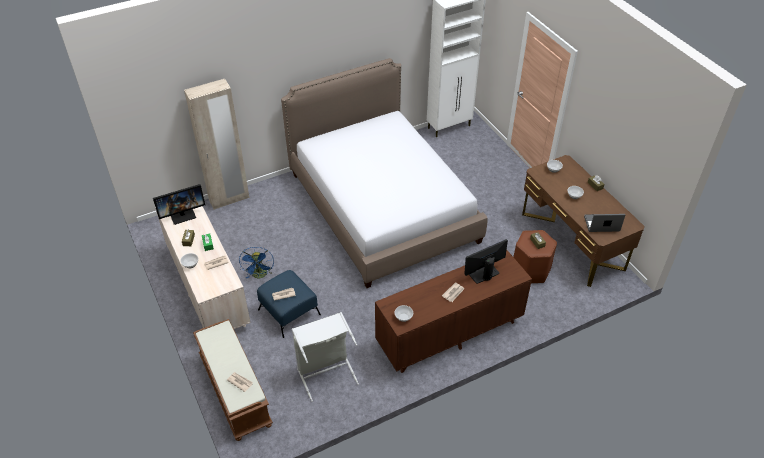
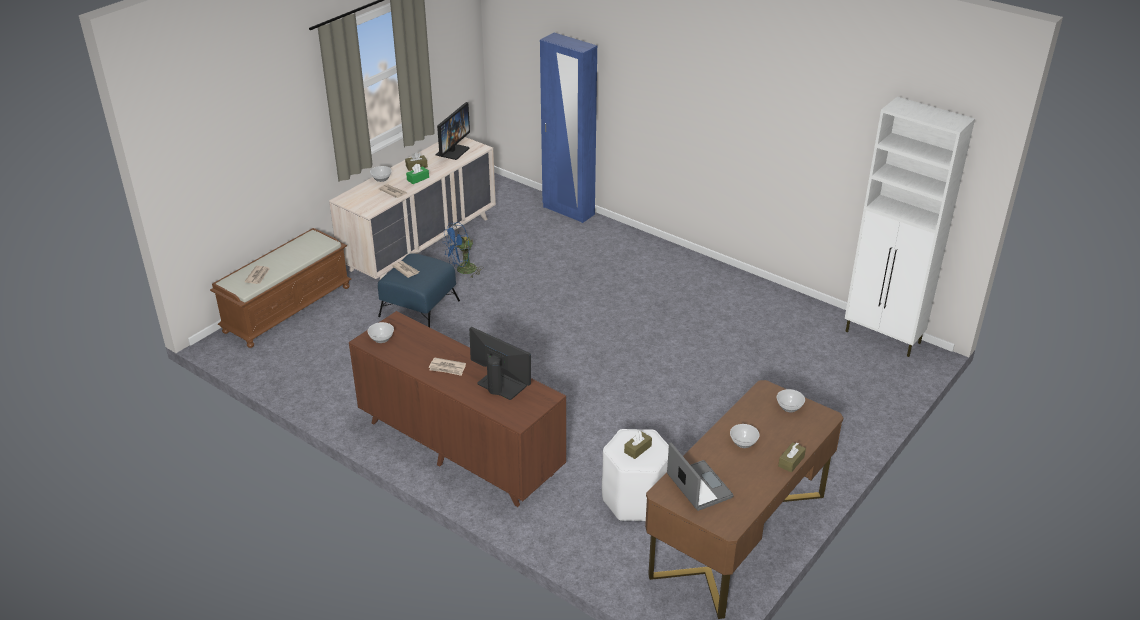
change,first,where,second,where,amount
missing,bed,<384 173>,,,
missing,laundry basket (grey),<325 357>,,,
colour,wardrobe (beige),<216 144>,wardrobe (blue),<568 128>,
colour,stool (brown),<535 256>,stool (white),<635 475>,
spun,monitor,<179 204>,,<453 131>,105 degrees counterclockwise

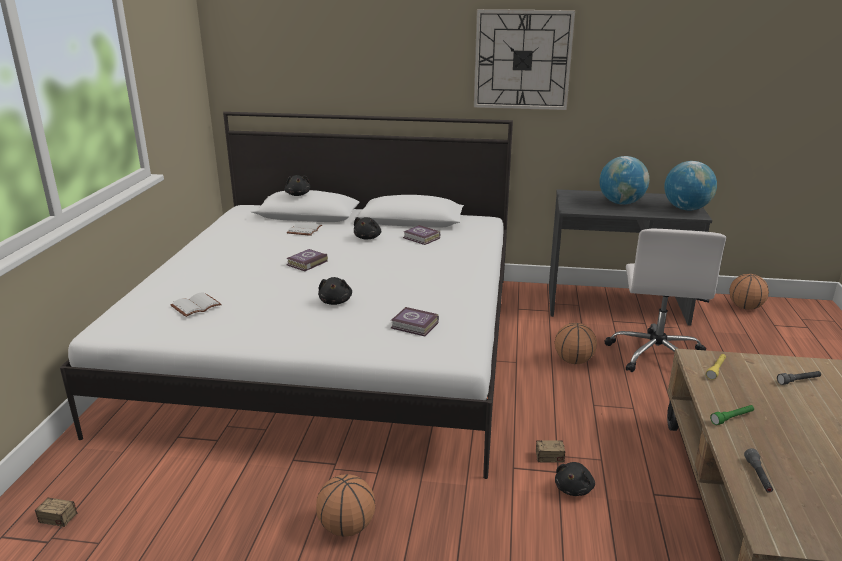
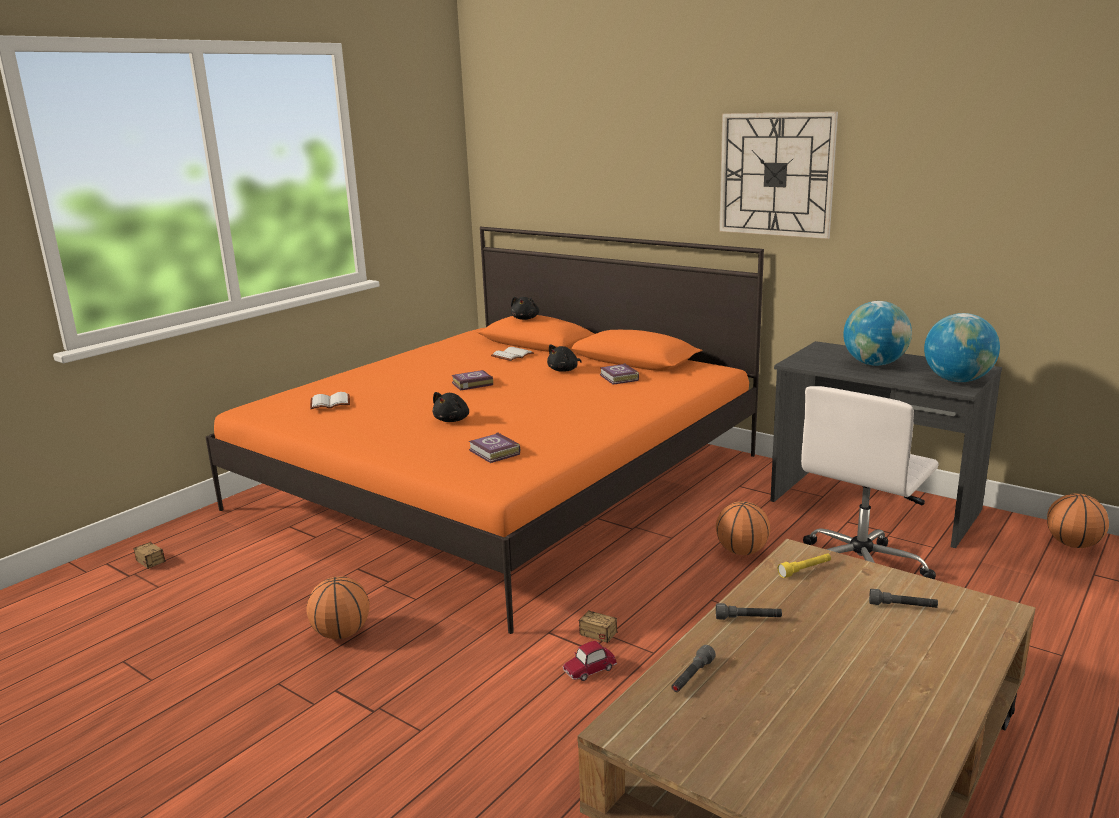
change,first,where,second,where,amount
exchanged,plush toy (black),<575 479>,toy car,<590 661>,
colour,bed (white),<286 295>,bed (orange),<485 430>,
colour,flashlight (green),<732 415>,flashlight (grey),<749 611>,

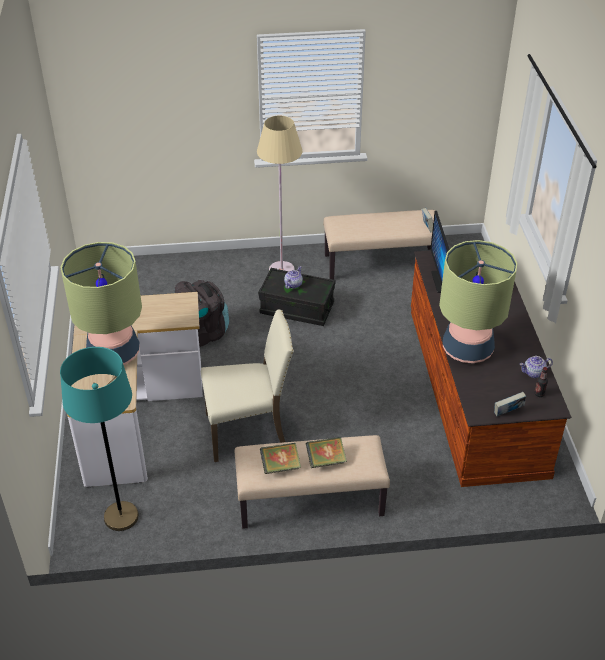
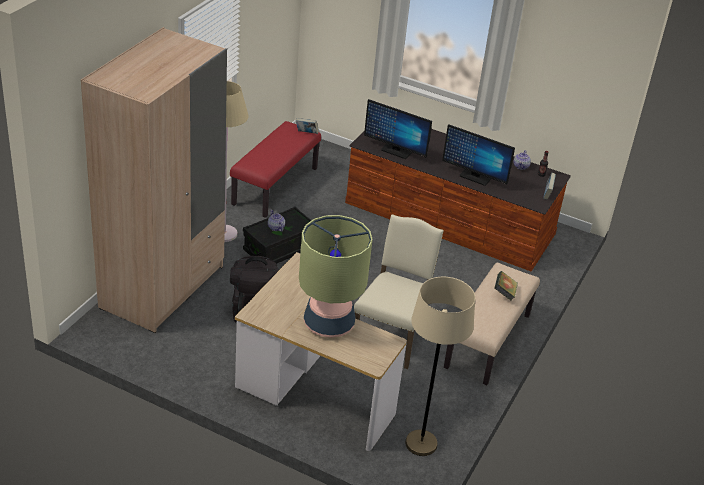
change,first,where,second,where,amount
missing,book,<280 458>,,,
appeared,,,wardrobe (beige),<154 180>,
exchanged,table lamp,<478 301>,monitor,<478 155>,
colour,floor lamp (turquoise),<99 439>,floor lamp (beige),<440 366>,
colour,bench (beige),<379 245>,bench (red),<275 169>,

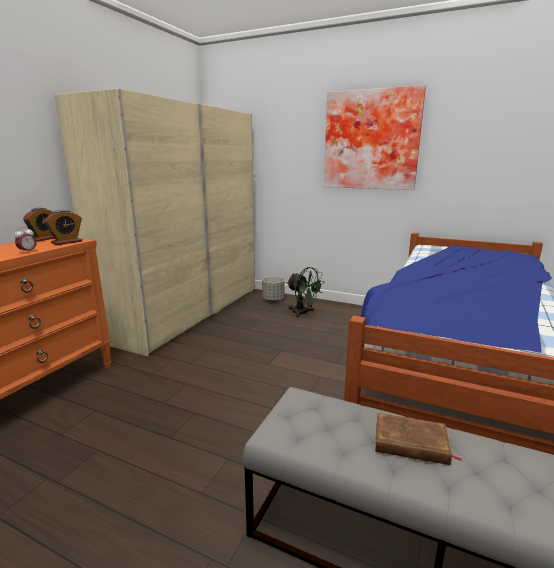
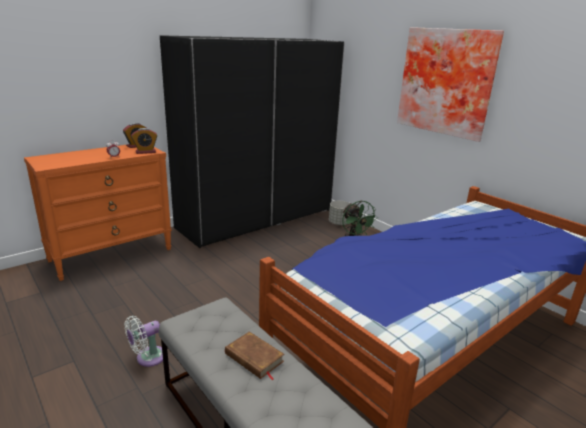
change,first,where,second,where,amount
appeared,,,fan (white),<143 341>,
colour,wardrobe (beige),<155 222>,wardrobe (black),<252 141>,

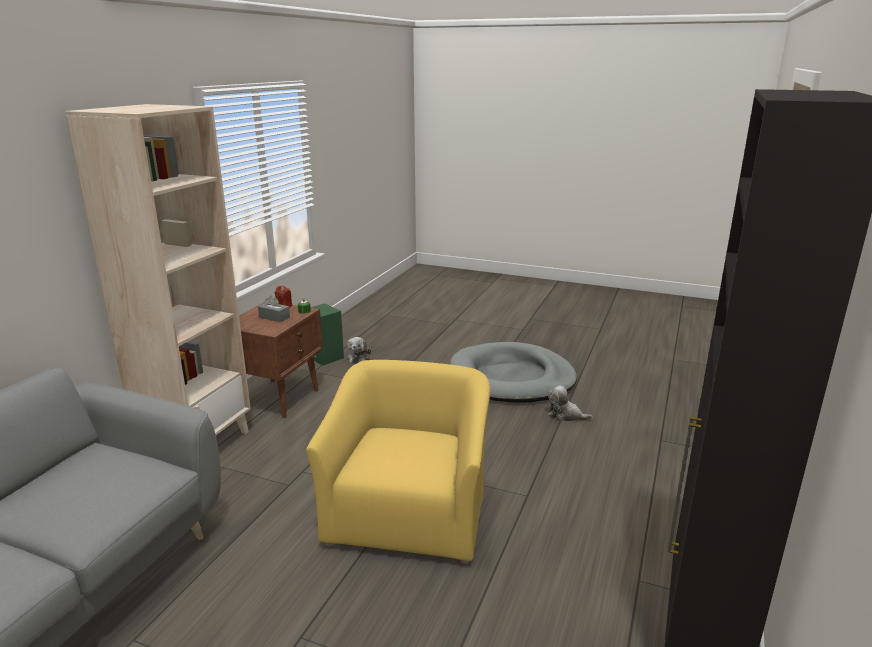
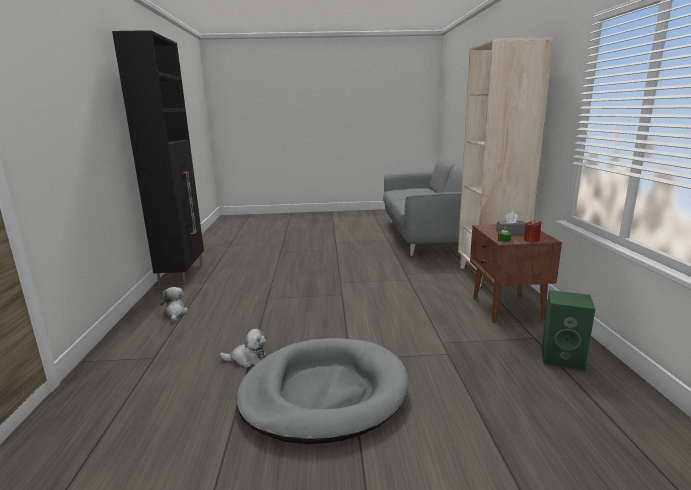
change,first,where,second,where,amount
missing,armchair (yellow),<398 462>,,,
relocated,plush toy,<359 350>,,<174 304>,

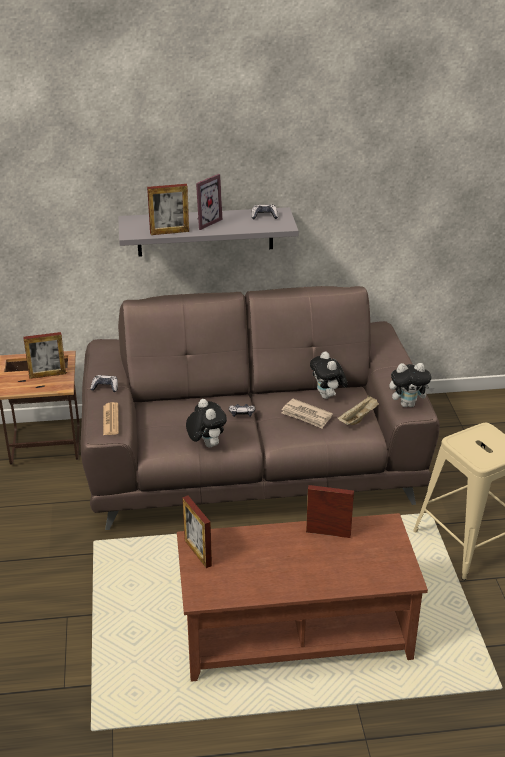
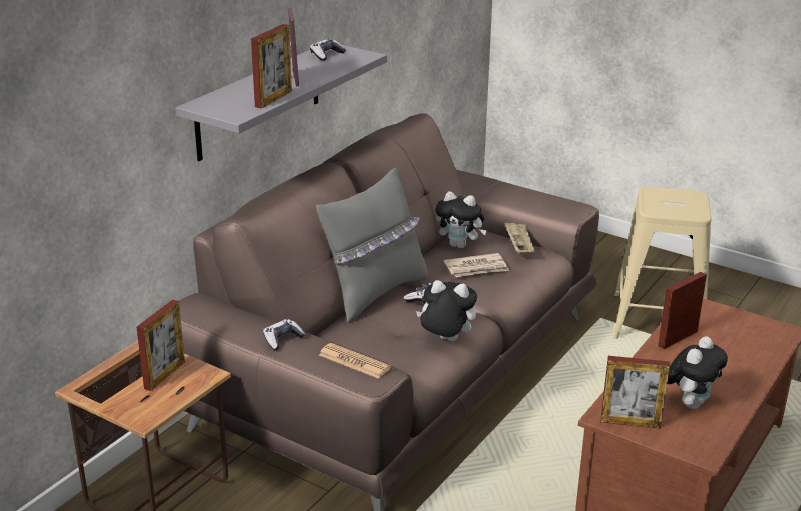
change,first,where,second,where,amount
appeared,,,pillow (grey),<372 245>,
relocated,plush toy,<411 385>,,<697 372>,

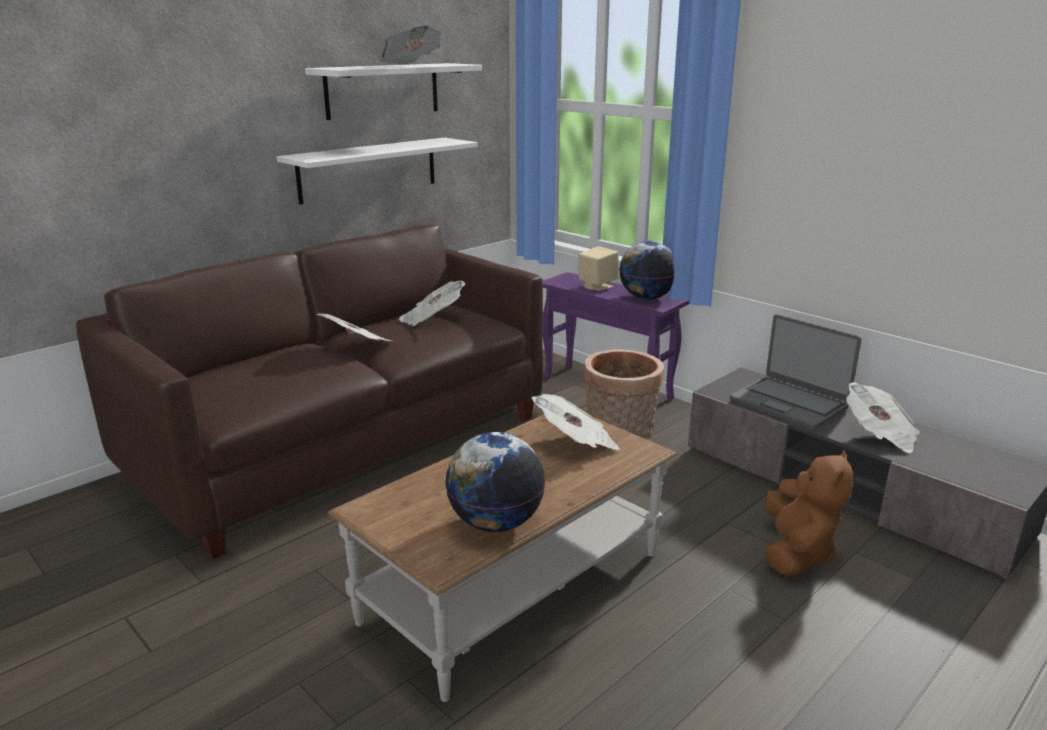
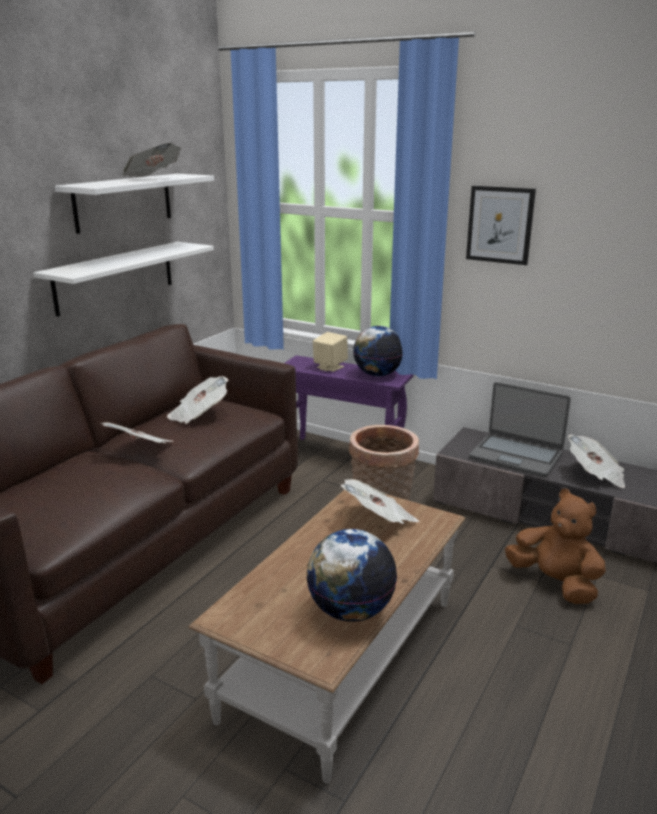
change,first,where,second,where,amount
appeared,,,picture,<501 225>,
spun,plush toy (brown),<809 513>,,<555 546>,45 degrees counterclockwise

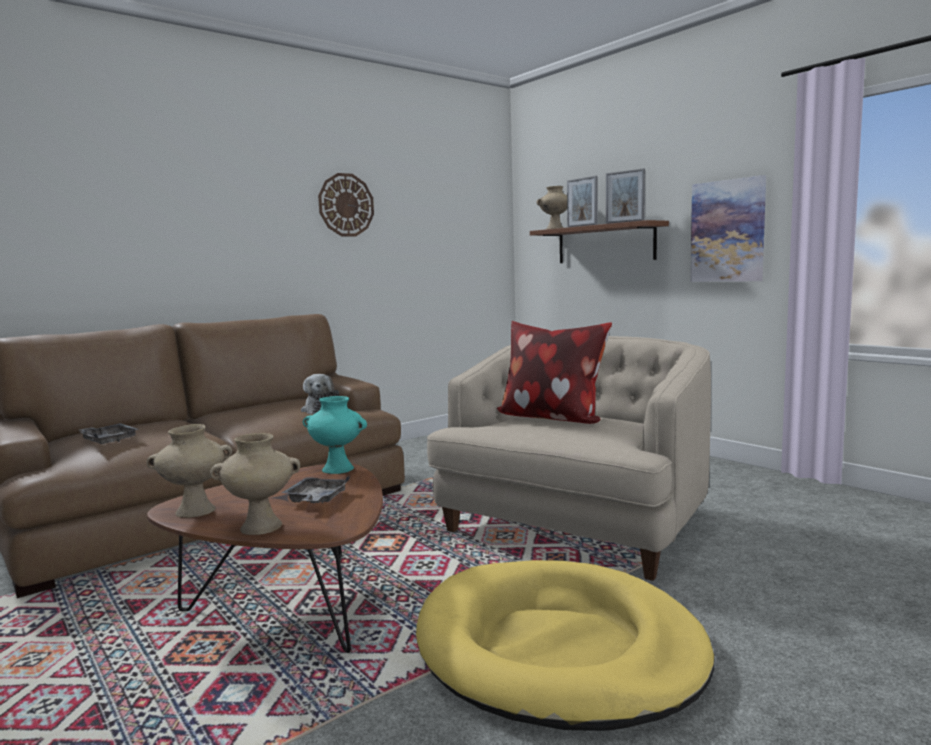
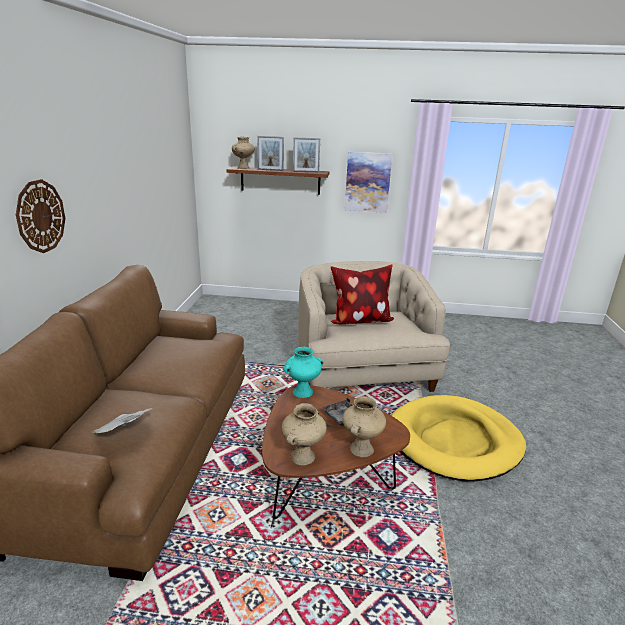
change,first,where,second,where,amount
missing,plush toy,<320 394>,,,
relocated,wall clock,<346 204>,,<40 216>,
exchanged,tray (grey),<109 433>,newspaper,<122 420>,

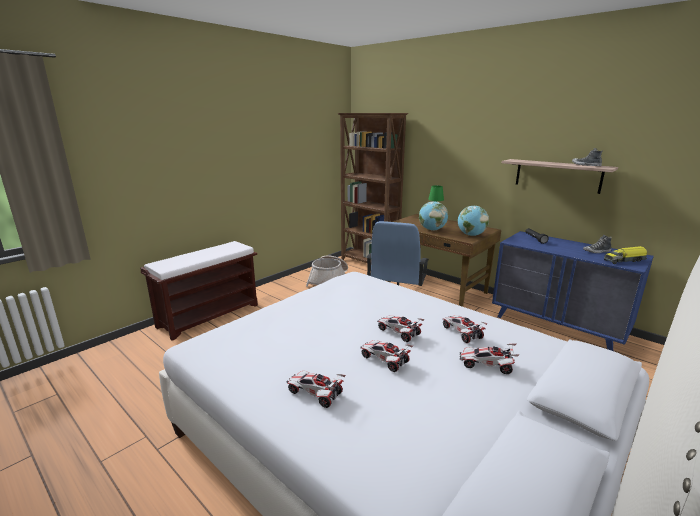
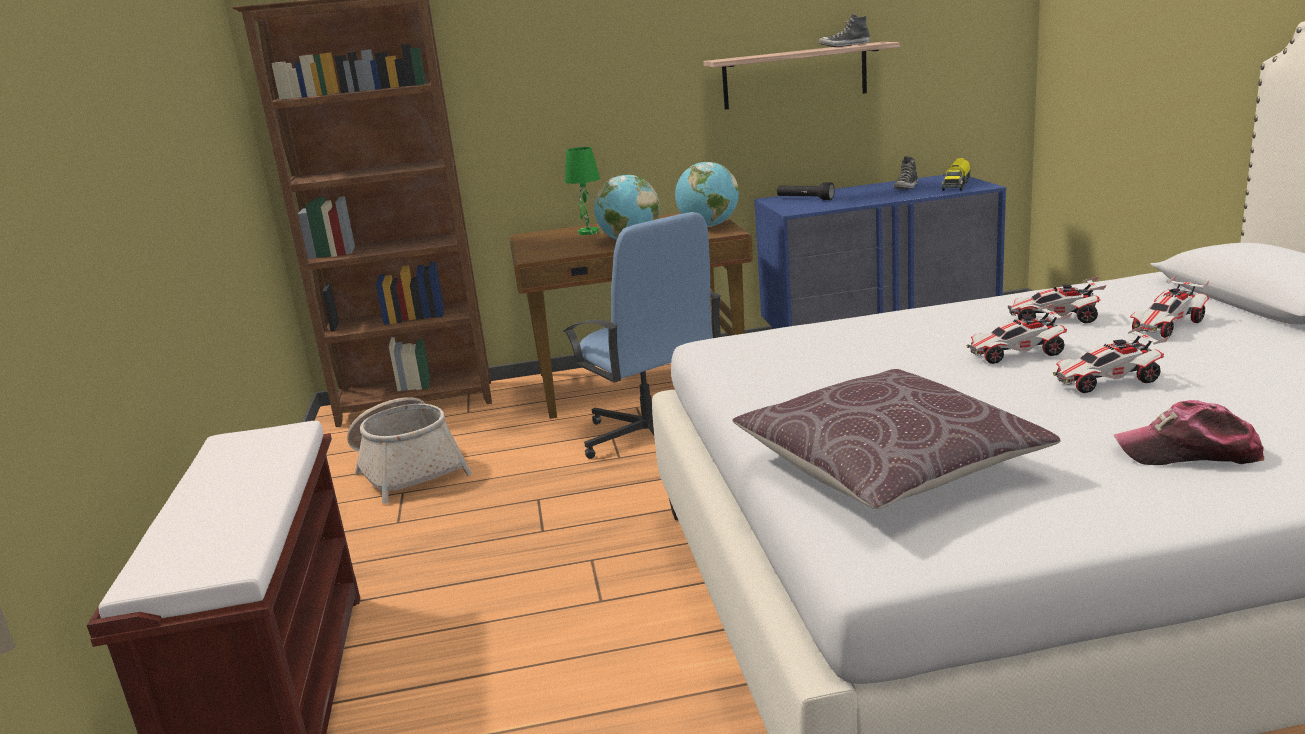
change,first,where,second,where,amount
appeared,,,pillow (brown),<896 439>,
exchanged,toy car,<316 389>,cap,<1189 432>,

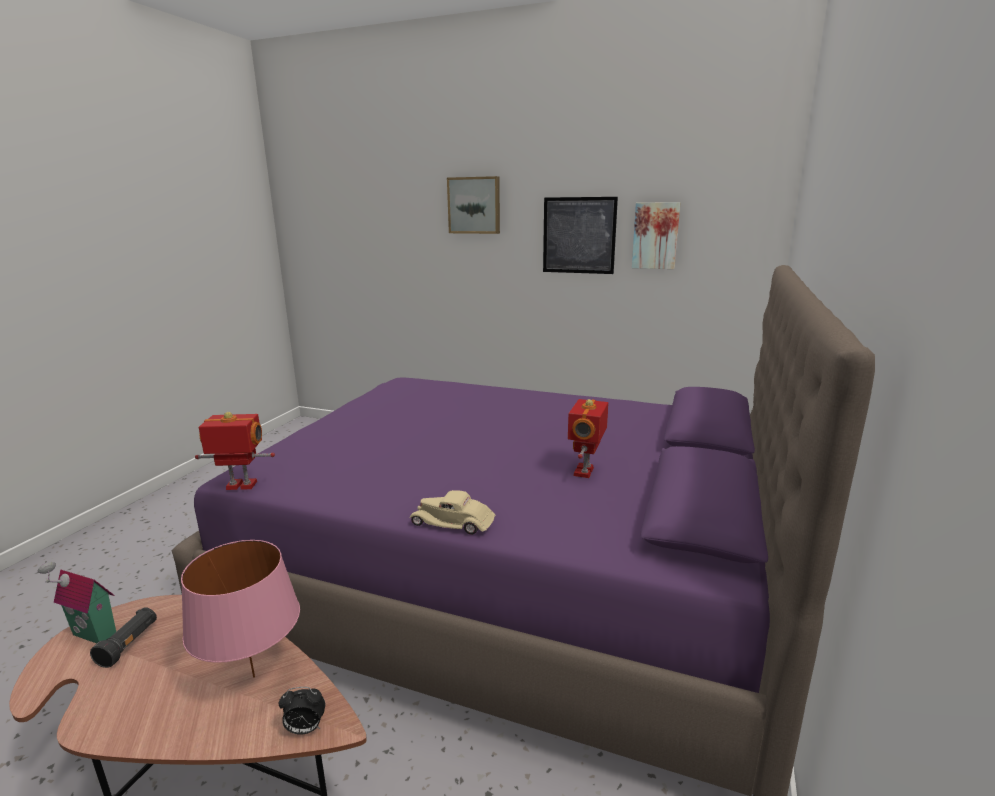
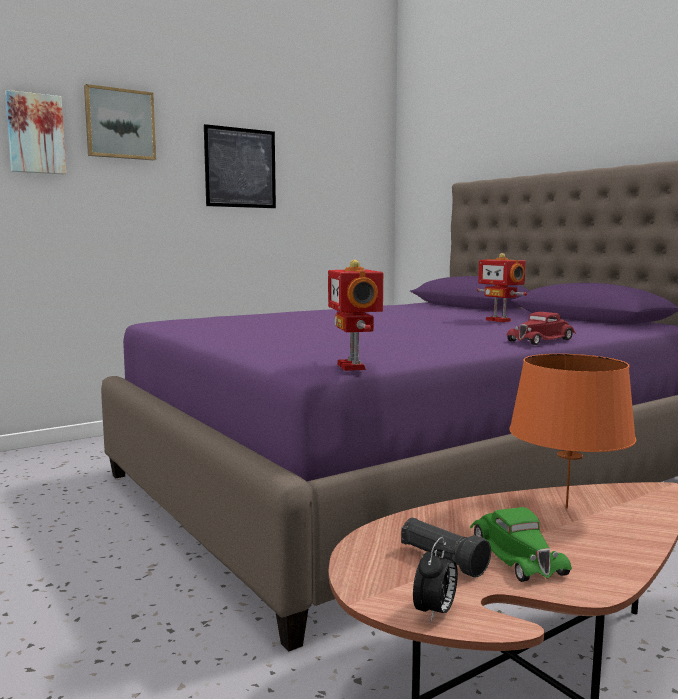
change,first,where,second,where,amount
missing,toy house,<77 602>,,,
appeared,,,toy car (green),<521 544>,
relocated,alarm clock,<301 711>,,<435 580>,
relocated,picture,<656 235>,,<35 132>,
colour,table lamp (pink),<240 609>,table lamp (orange),<572 431>,
colour,toy car (beige),<452 512>,toy car (red),<541 328>,
spun,toy robot,<235 451>,,<355 315>,45 degrees counterclockwise

